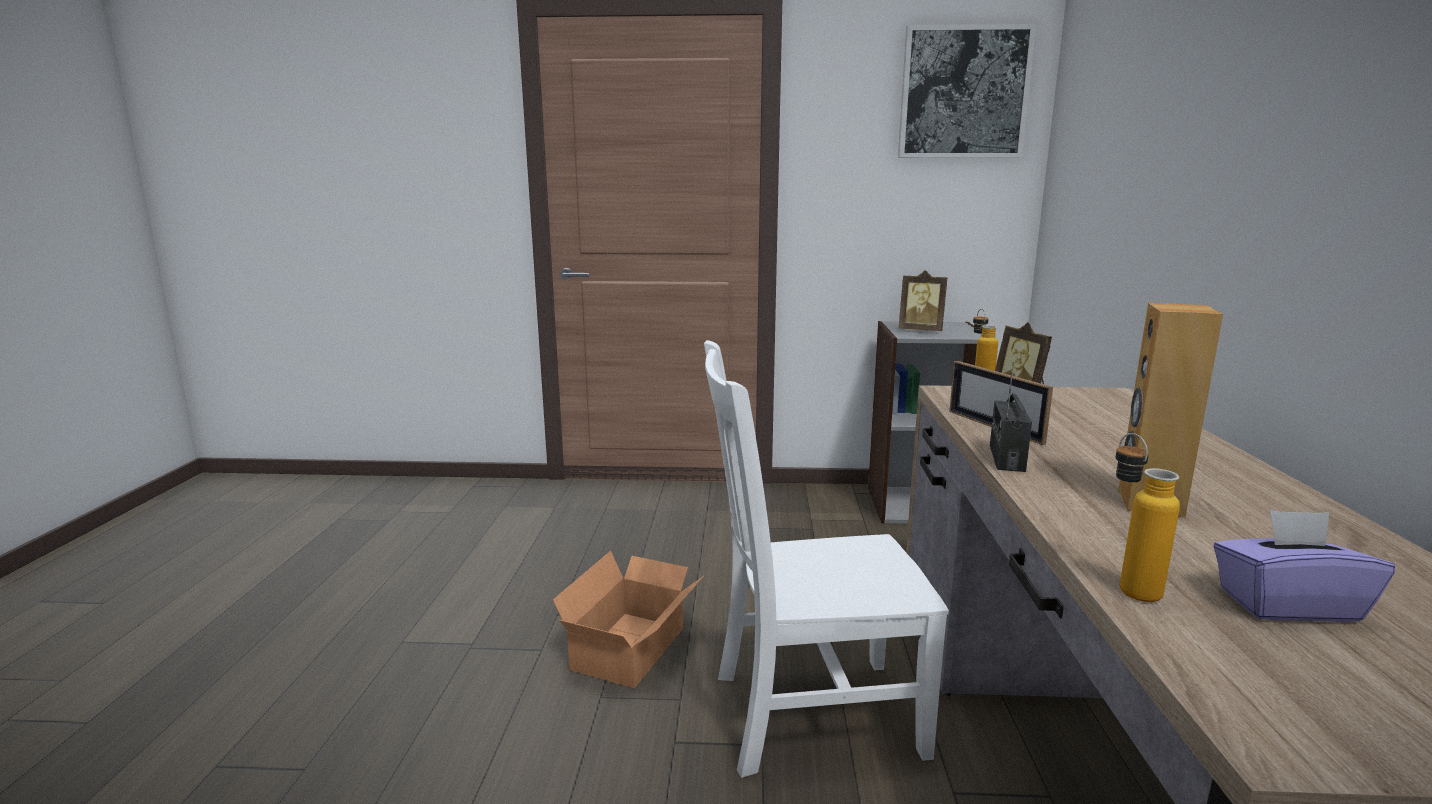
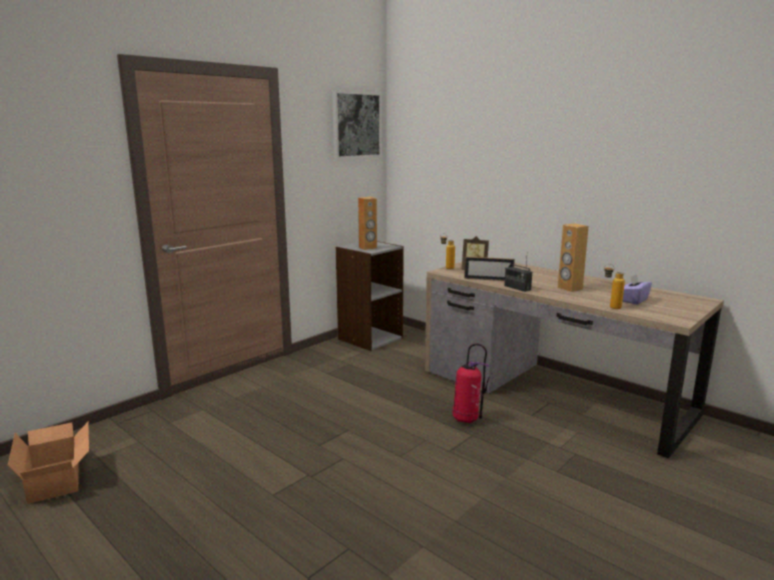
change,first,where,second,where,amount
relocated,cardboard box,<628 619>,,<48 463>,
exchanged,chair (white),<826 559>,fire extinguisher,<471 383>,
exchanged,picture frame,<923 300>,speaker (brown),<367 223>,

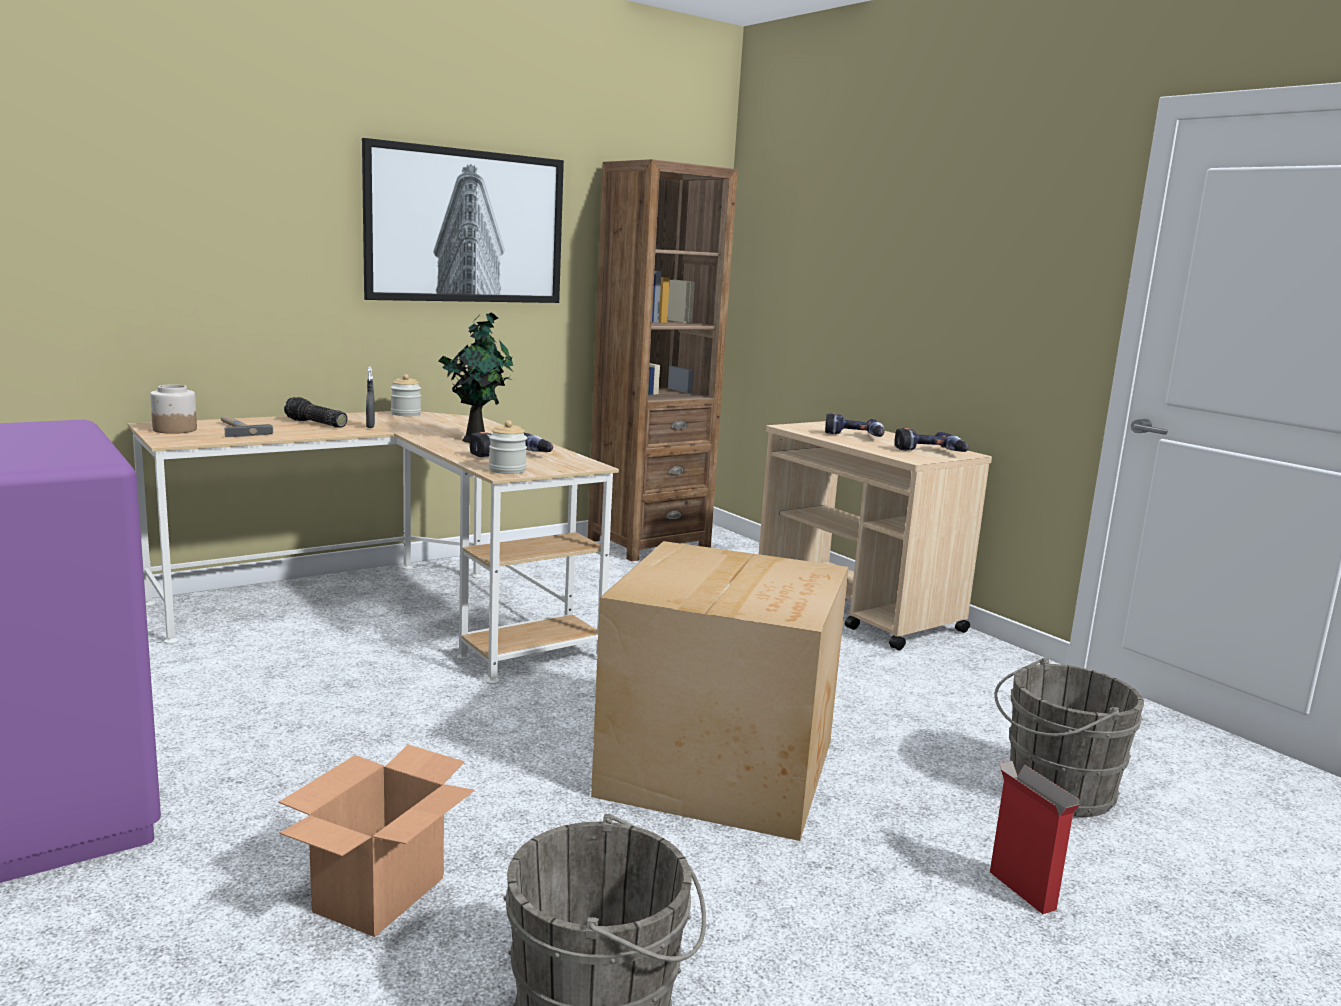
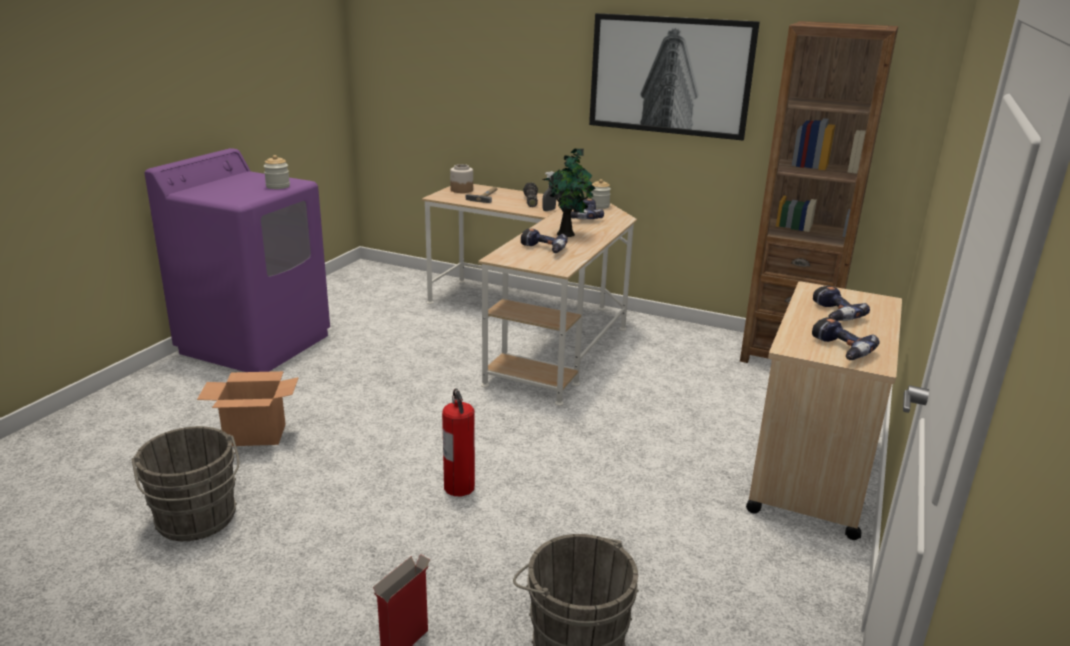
change,first,where,second,where,amount
appeared,,,power drill,<587 209>,
relocated,jar,<508 447>,,<277 172>,
exchanged,cardboard box,<720 691>,fire extinguisher,<458 442>,

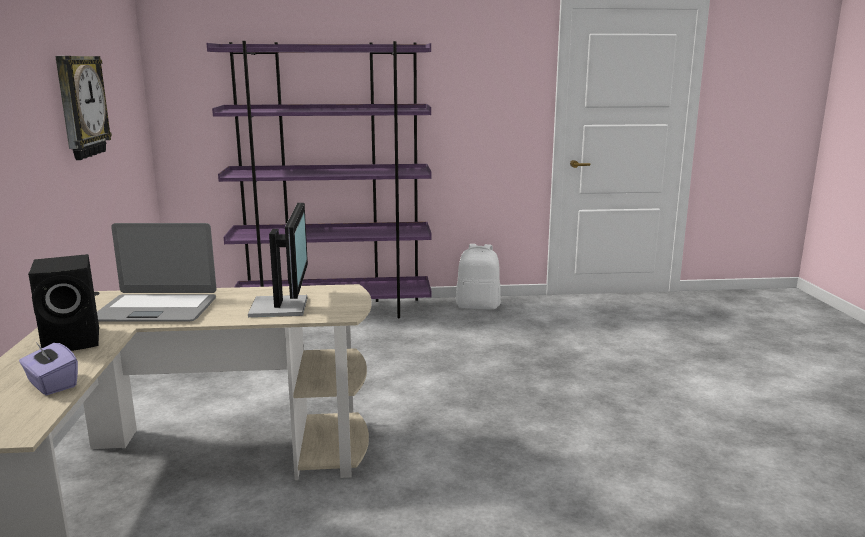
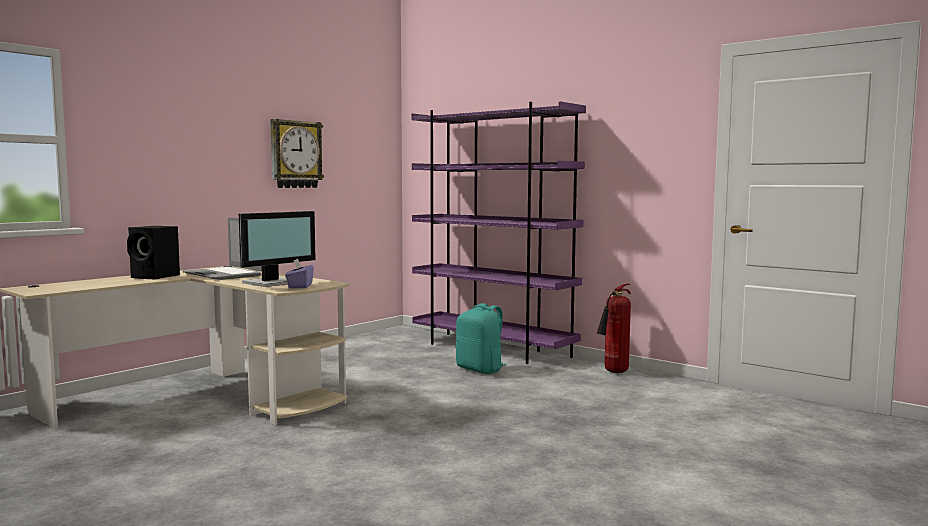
change,first,where,second,where,amount
appeared,,,backpack (turquoise),<481 338>,
relocated,tissue box (purple),<48 368>,,<299 273>,
exchanged,backpack (white),<478 277>,fire extinguisher,<614 328>,

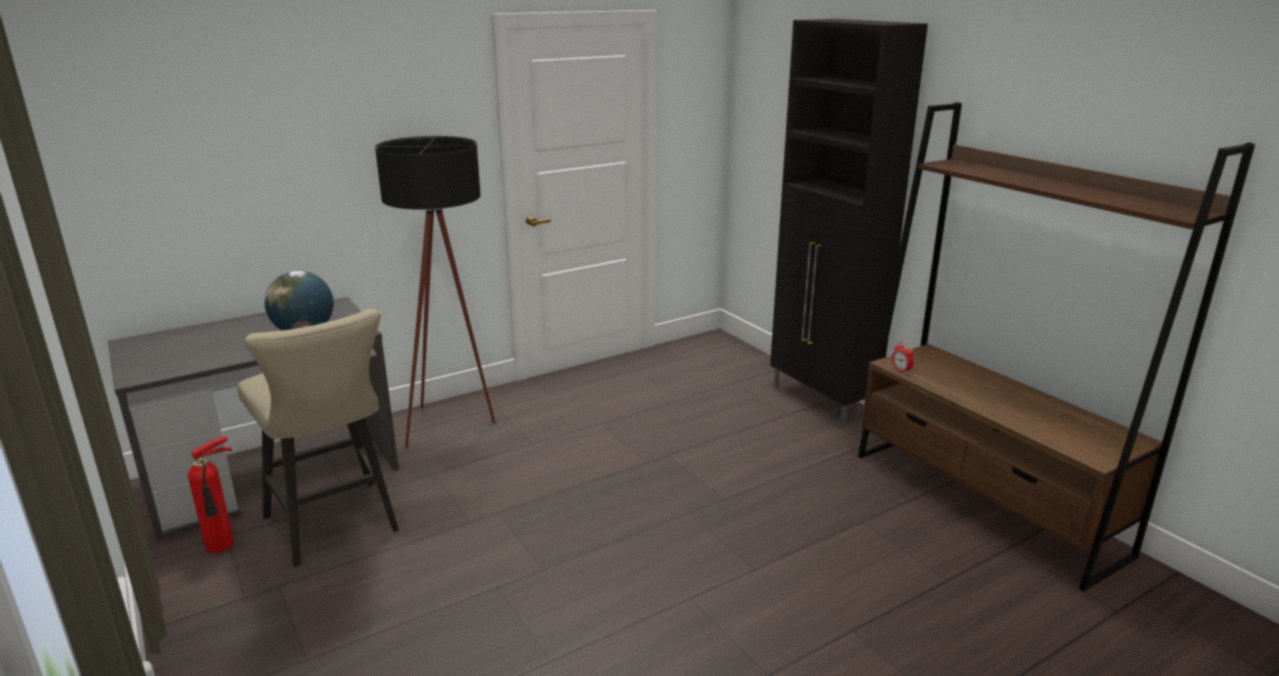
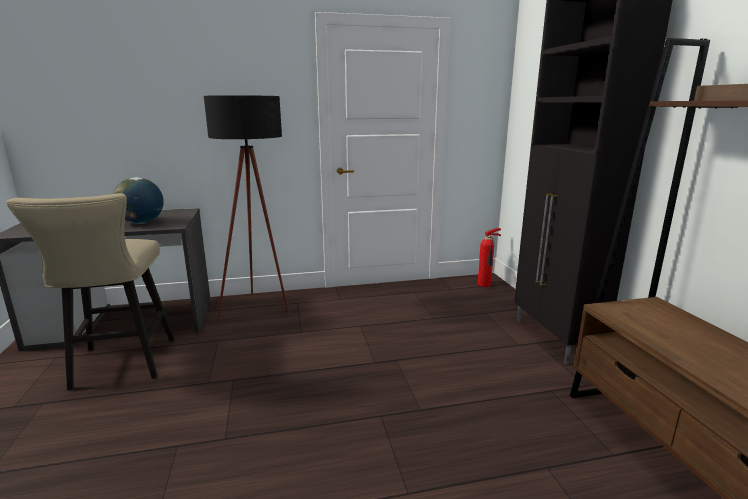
change,first,where,second,where,amount
missing,alarm clock,<903 357>,,,
relocated,fire extinguisher,<211 494>,,<489 257>,

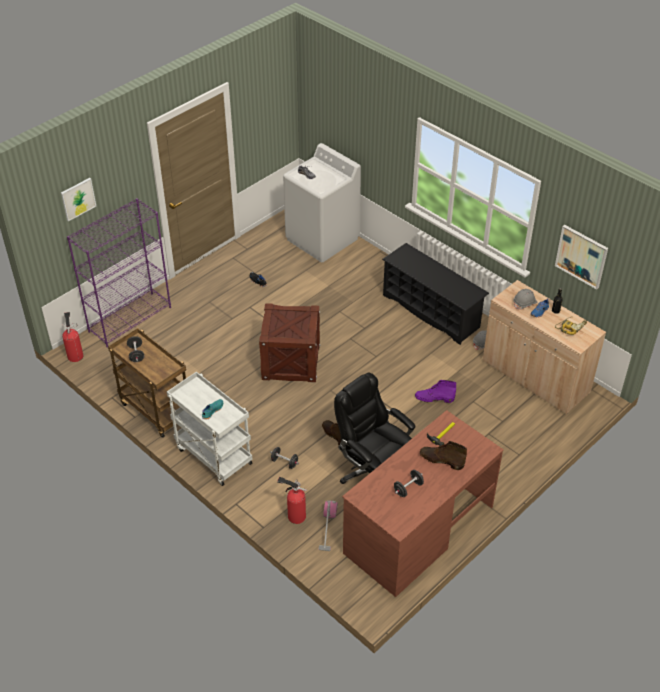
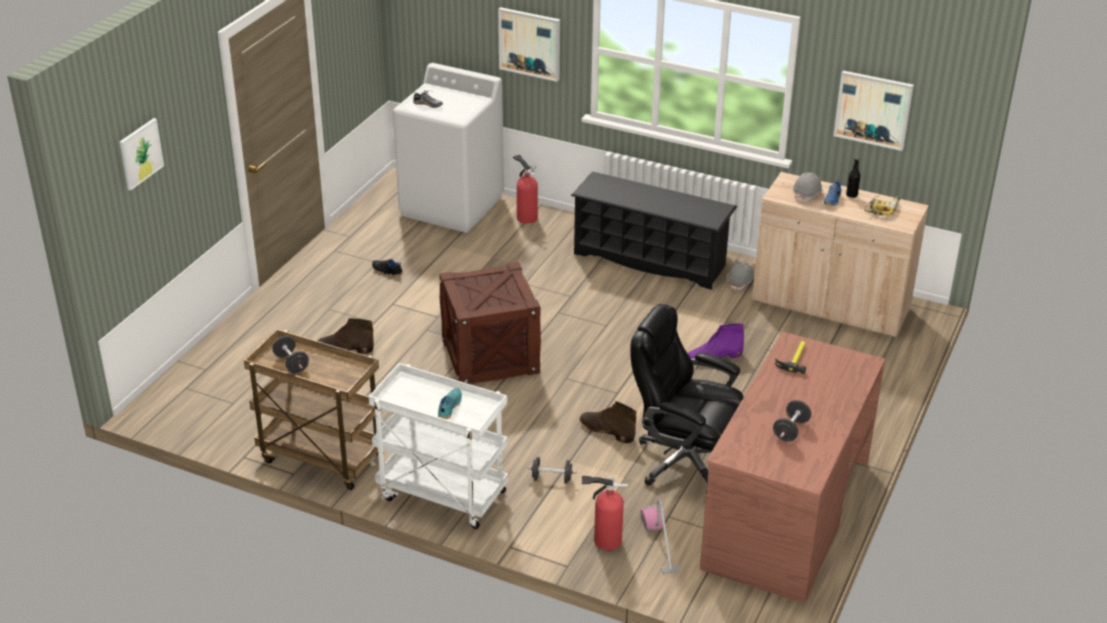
change,first,where,second,where,amount
missing,bookcase (purple),<119 273>,,,
appeared,,,picture,<529 44>,
relocated,fire extinguisher,<72 337>,,<525 189>,
relocated,boot (brown),<443 455>,,<346 336>,

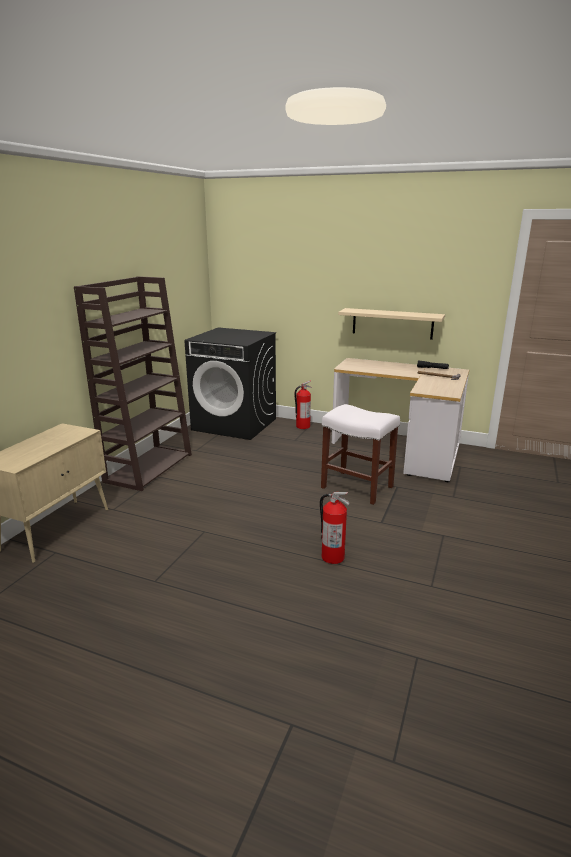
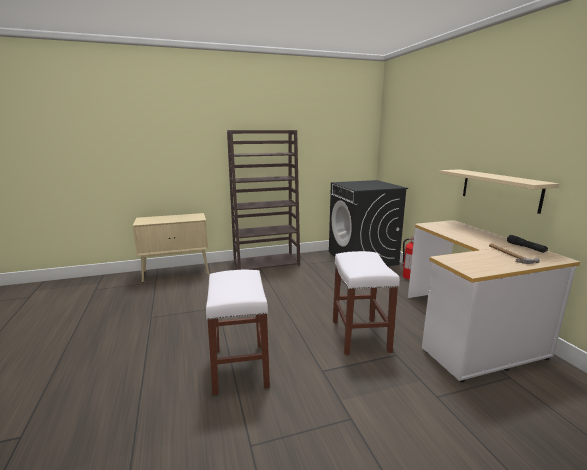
change,first,where,second,where,amount
exchanged,fire extinguisher,<335 528>,stool (white),<238 332>,

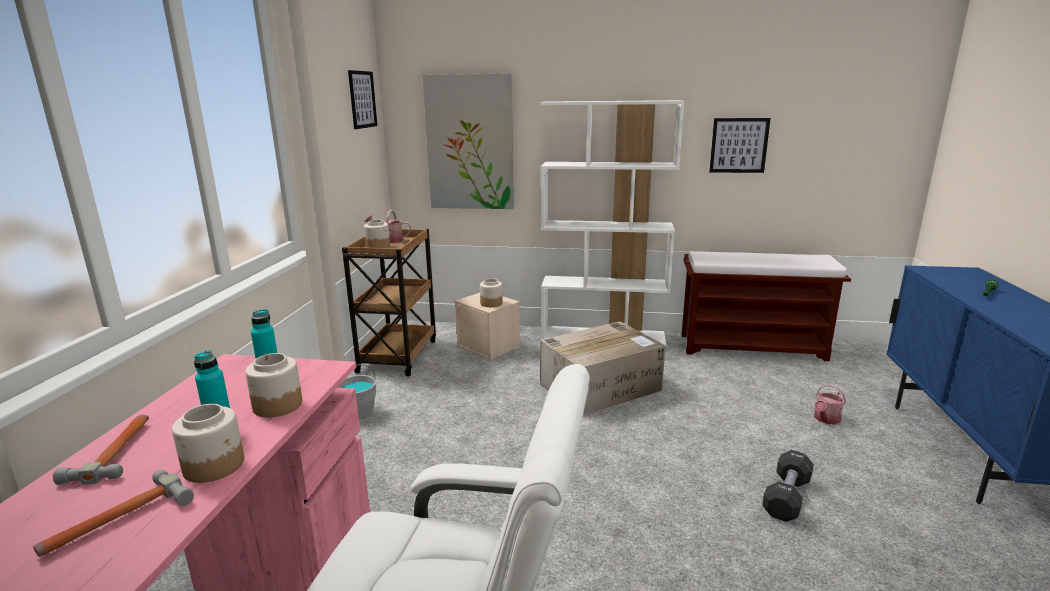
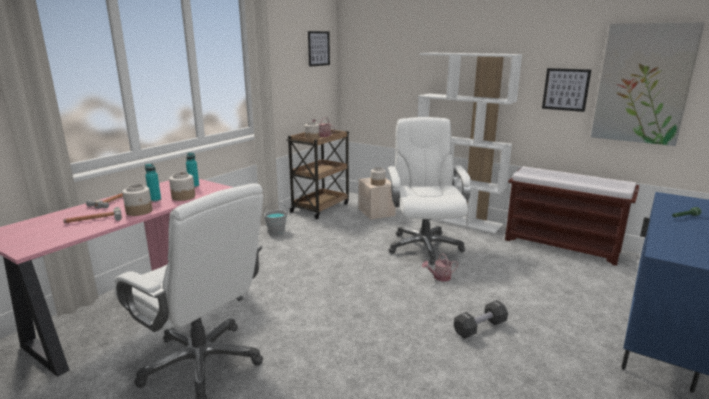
change,first,where,second,where,amount
relocated,picture,<468 141>,,<648 84>,
relocated,watering can,<830 404>,,<440 267>,
exchanged,cardboard box,<603 368>,office chair (white),<429 191>,

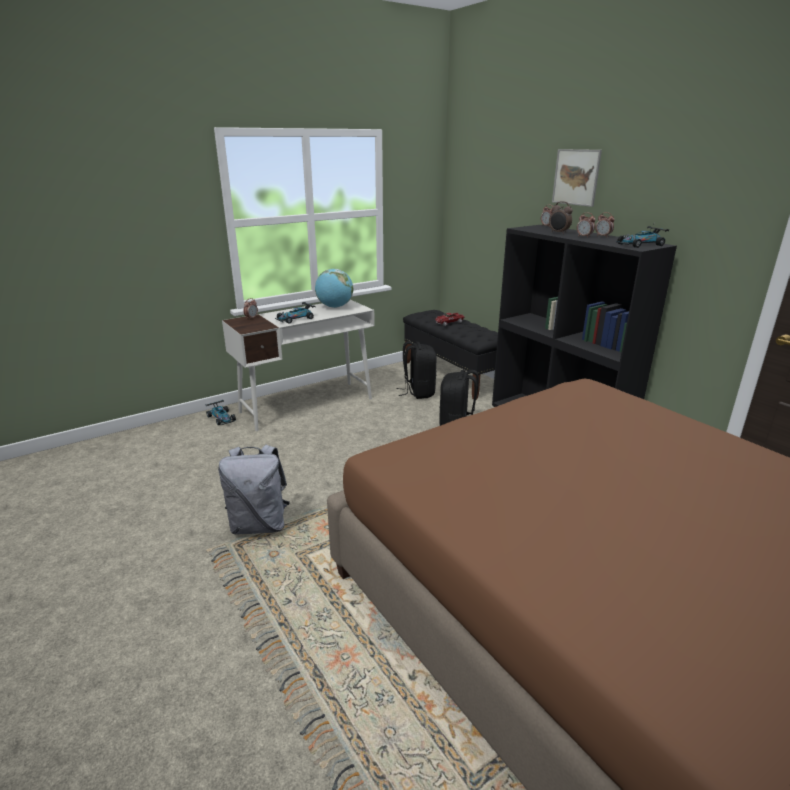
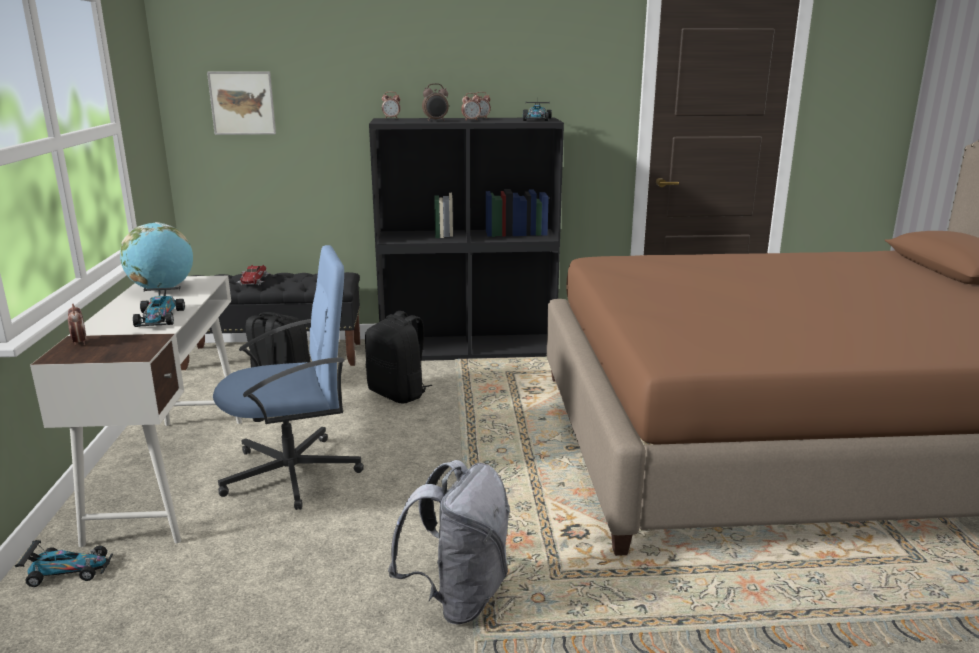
change,first,where,second,where,amount
appeared,,,office chair (blue),<288 377>,
relocated,picture,<577 178>,,<241 103>,

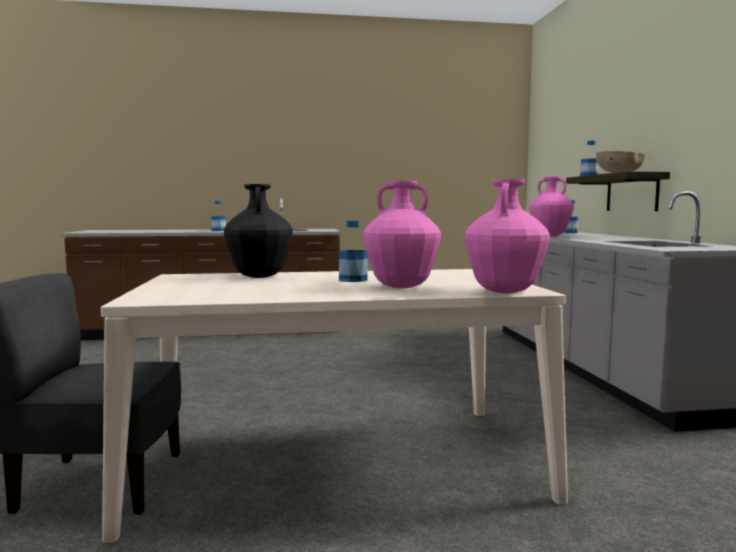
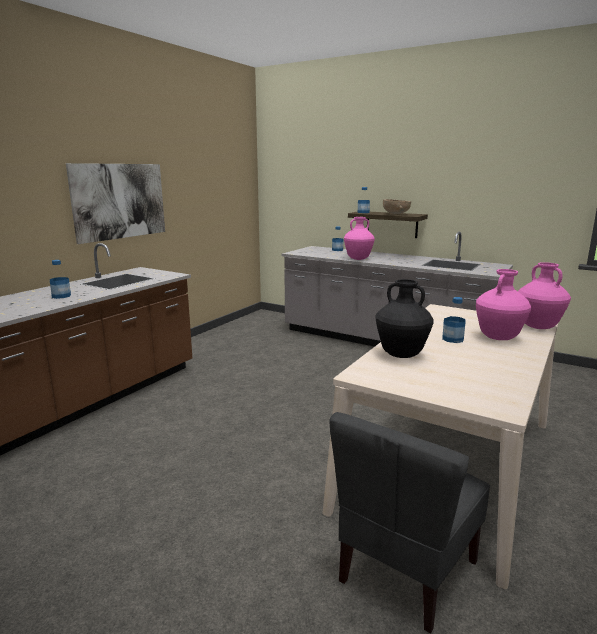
change,first,where,second,where,amount
appeared,,,picture,<115 203>,

